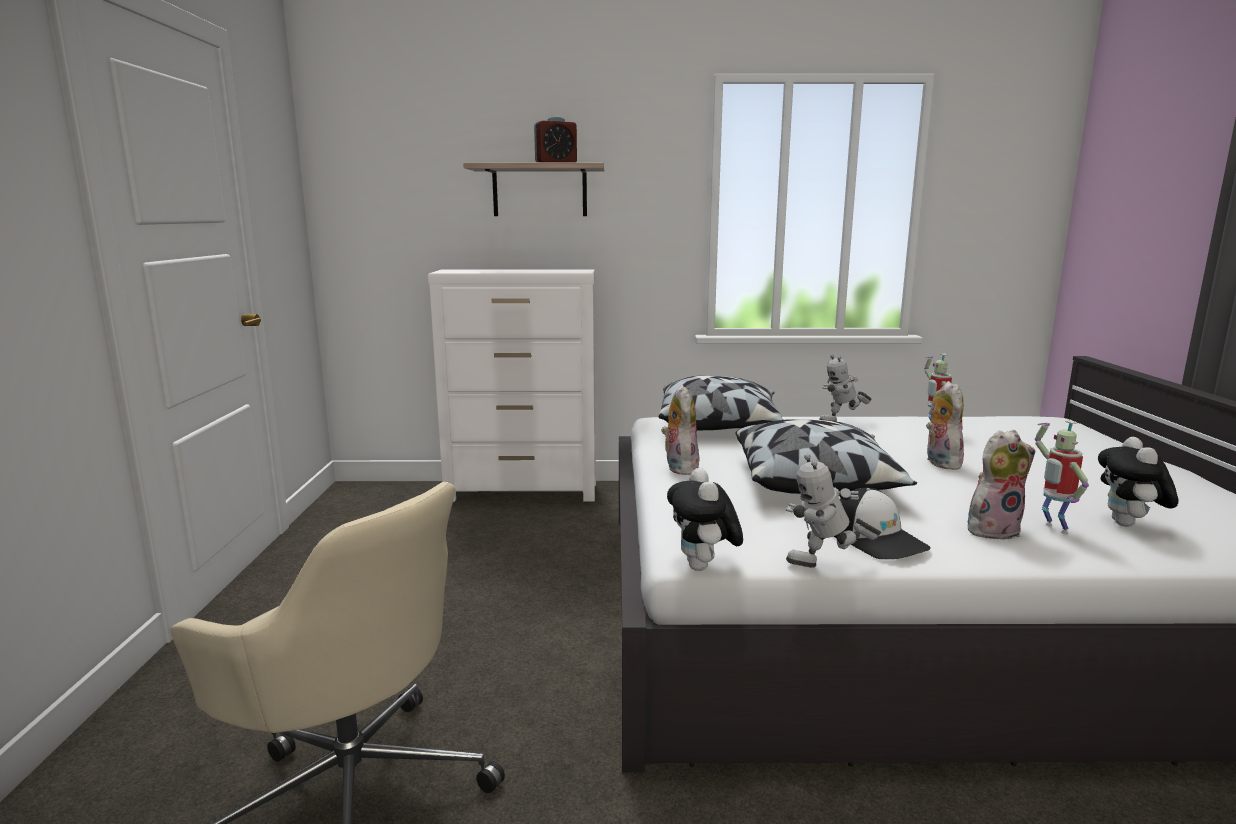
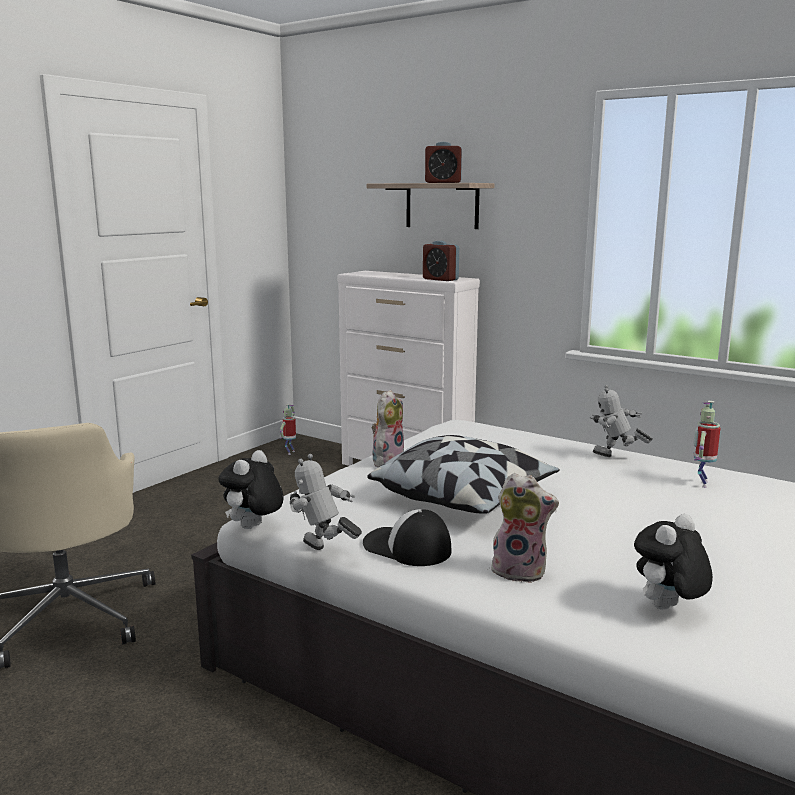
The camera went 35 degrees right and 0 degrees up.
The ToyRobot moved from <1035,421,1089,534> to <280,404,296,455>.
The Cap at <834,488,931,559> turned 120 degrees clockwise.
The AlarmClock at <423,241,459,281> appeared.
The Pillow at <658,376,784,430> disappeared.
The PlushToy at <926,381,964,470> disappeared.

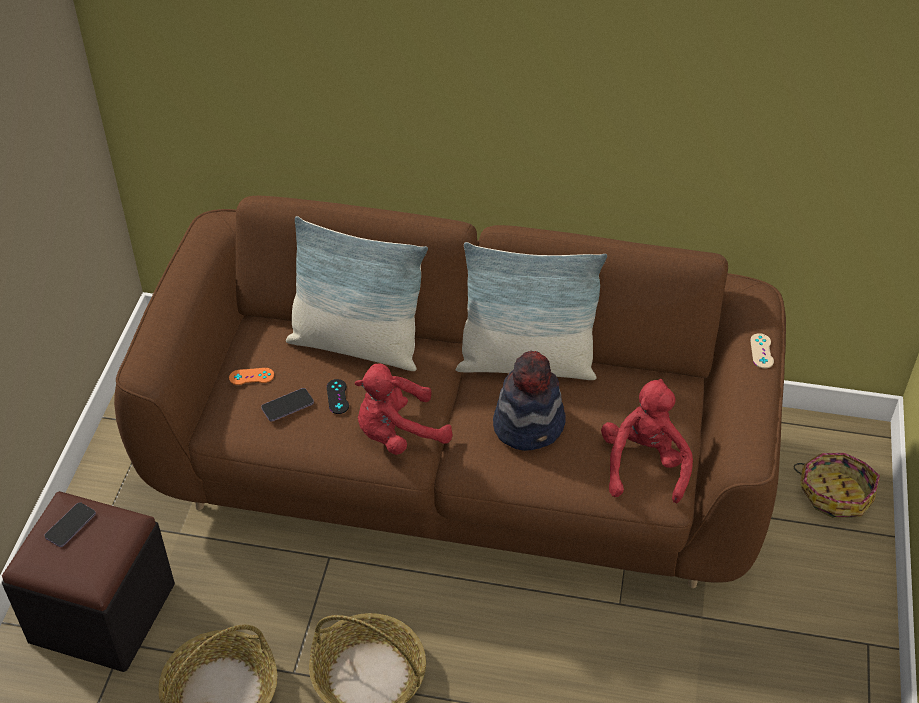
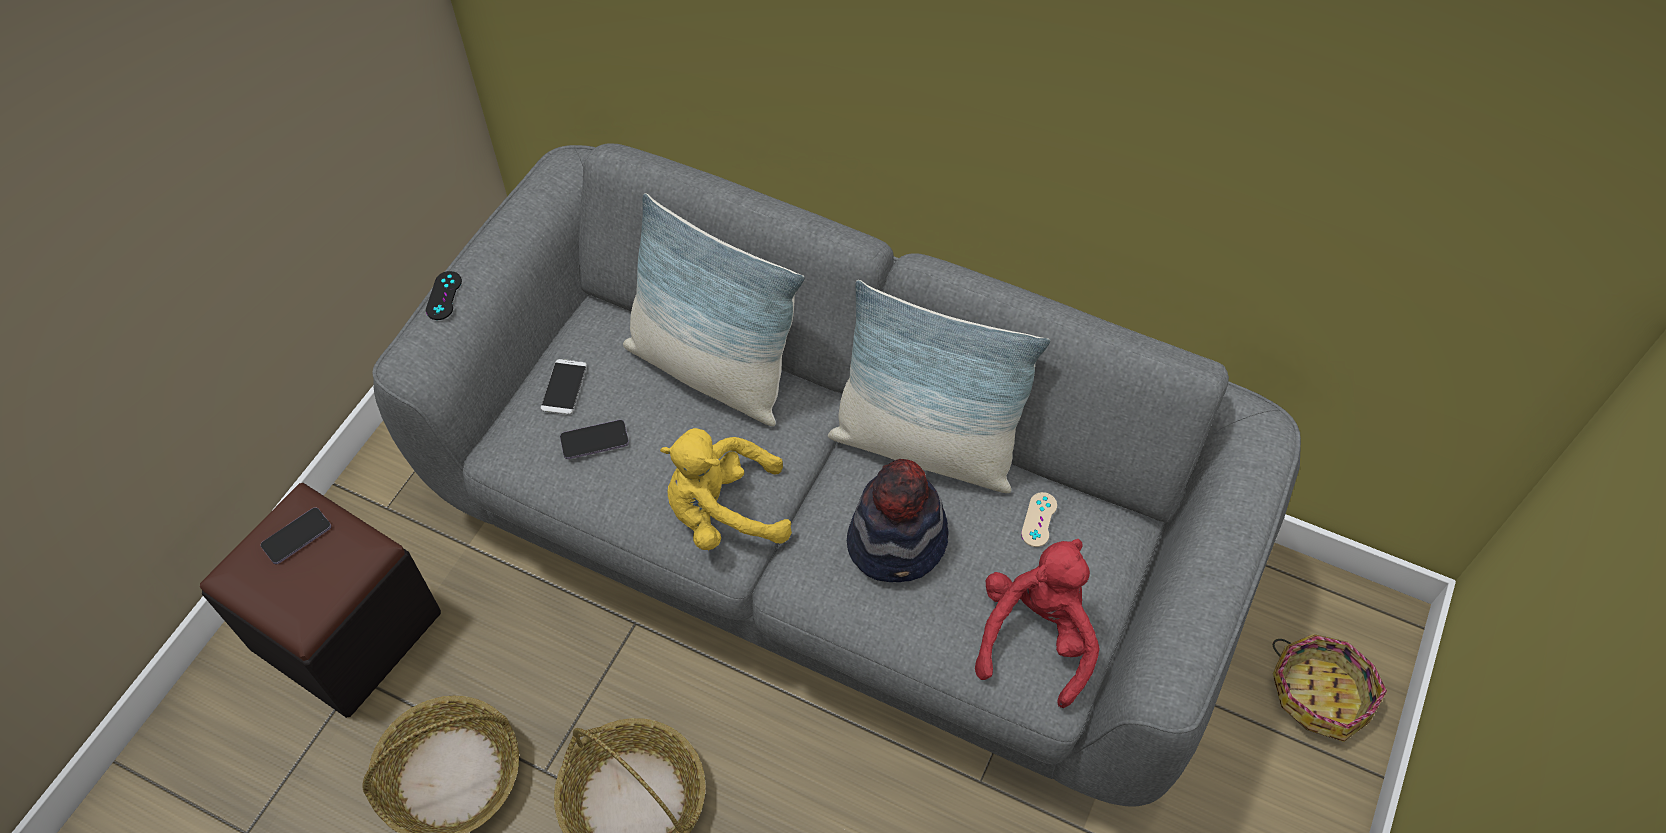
The camera went 15 degrees right and 10 degrees up.
The BrownSofa at <114,196,786,588> became the GreySofa at <373,144,1301,807>.
The BlackGameController moved from <327,379,349,414> to <426,271,462,320>.
The OrangeGameController at <229,368,274,385> was replaced by the Phone at <541,359,587,415>.
The RedPlushToy at <355,364,453,455> became the YellowPlushToy at <660,428,792,550>.
The BeigeGameController moved from <750,333,774,369> to <1021,492,1057,547>.

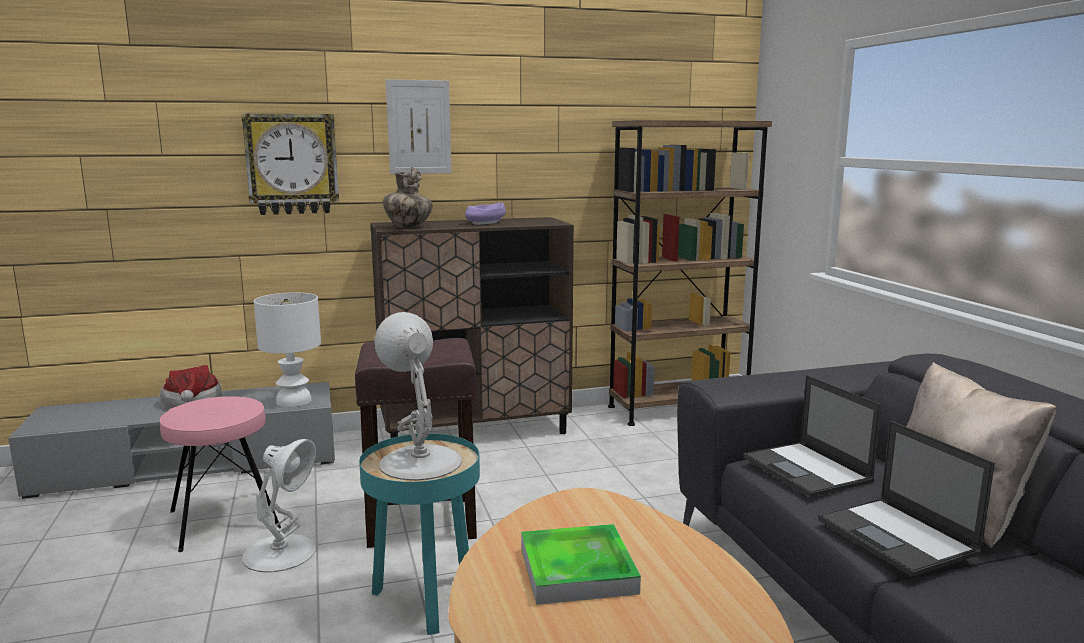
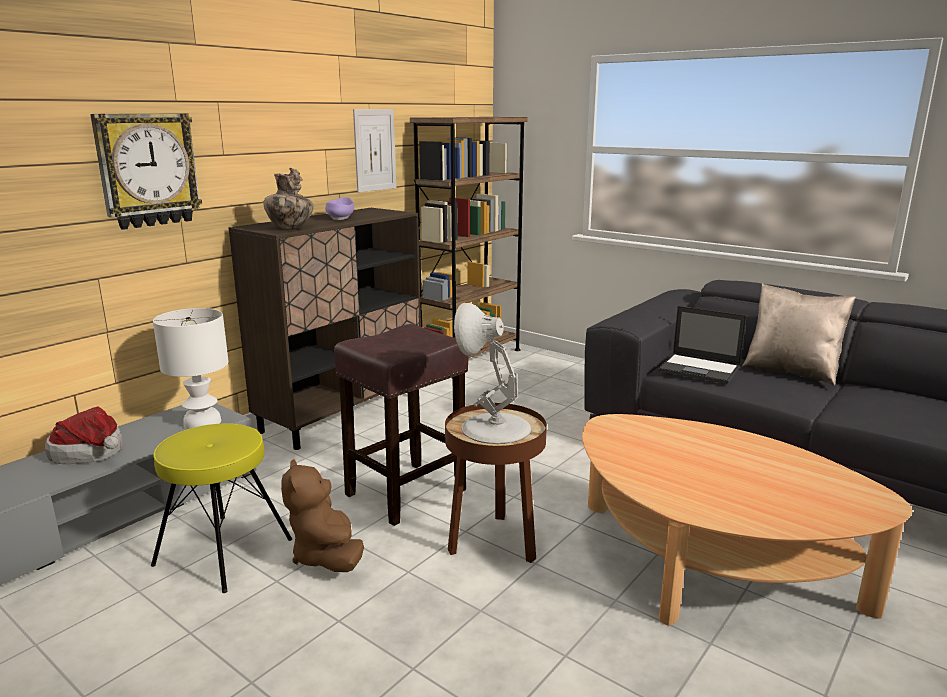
The camera went 35 degrees left and 5 degrees up.
The PinkStool at <160,396,281,552> became the YellowStool at <151,423,292,593>.
The WhiteTableLamp at <242,439,316,572> was replaced by the BrownPlushToy at <281,459,364,572>.
The Picture moved from <386,79,452,174> to <353,109,396,193>.
The TurquoiseSideTable at <359,433,480,635> became the BrownSideTable at <445,403,547,563>.
The Tray at <521,524,641,605> disappeared.
The Laptop at <818,421,995,577> disappeared.

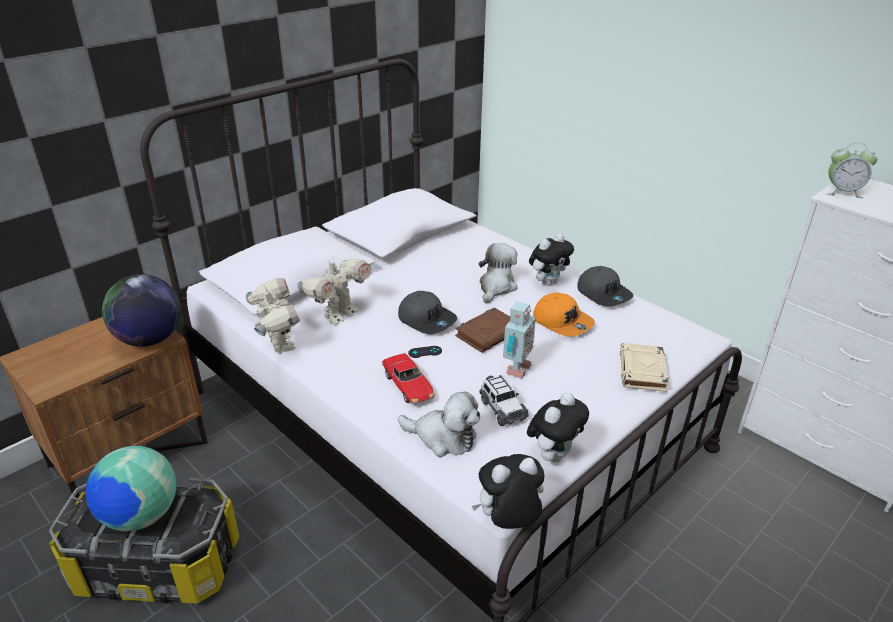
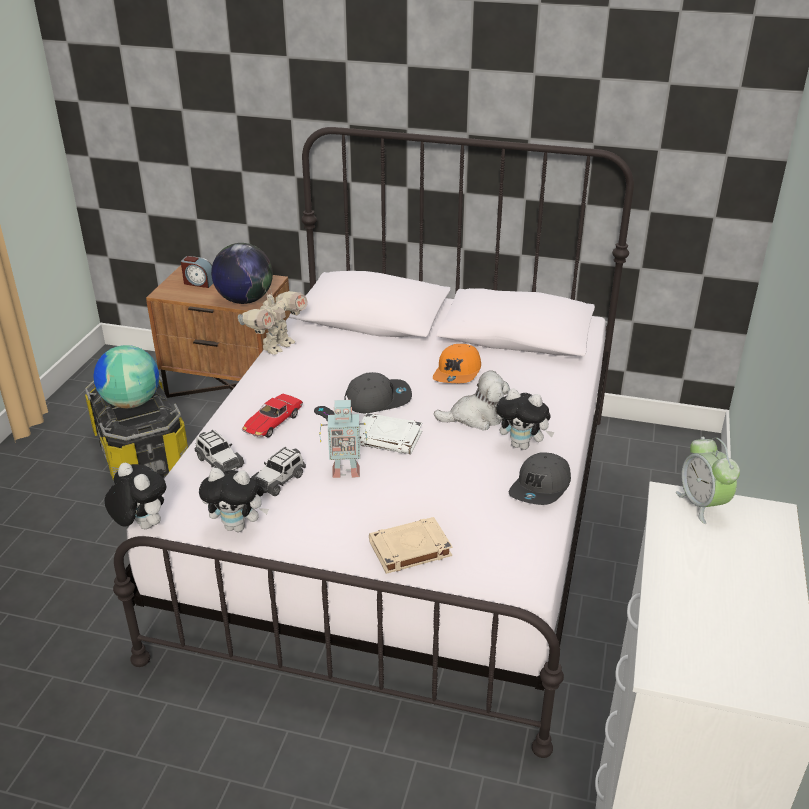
The camera went 60 degrees right and 0 degrees up.
The AlarmClock at <181,256,213,288> appeared.
The PlushToy at <398,391,480,457> was replaced by the ToyCar at <194,430,245,473>.
The GreyCap at <398,291,457,334> turned 120 degrees counterclockwise.
The BrownBook at <455,308,510,353> became the WhiteBook at <359,413,423,454>.
The OrangeCap moved from <533,292,595,337> to <433,344,481,383>.
The ToyRobot at <298,258,372,324> disappeared.

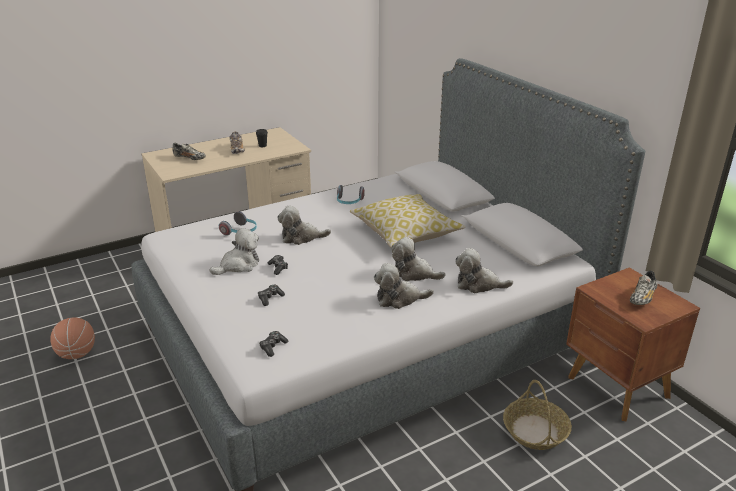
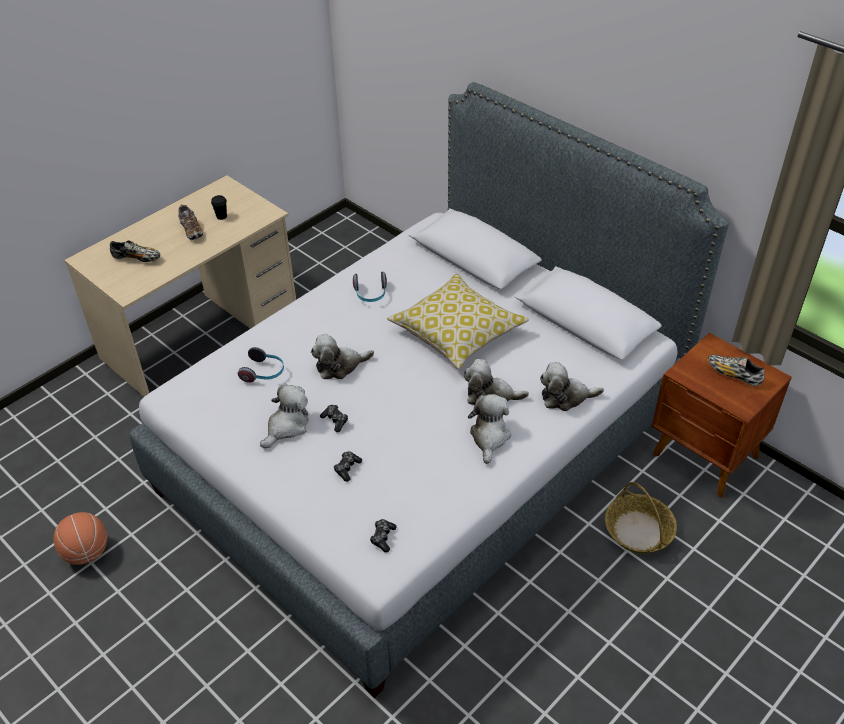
The camera went 15 degrees left and 15 degrees up.
The PlushToy at <374,263,434,309> turned 120 degrees clockwise.
The Shoe at <630,271,658,305> turned 105 degrees clockwise.

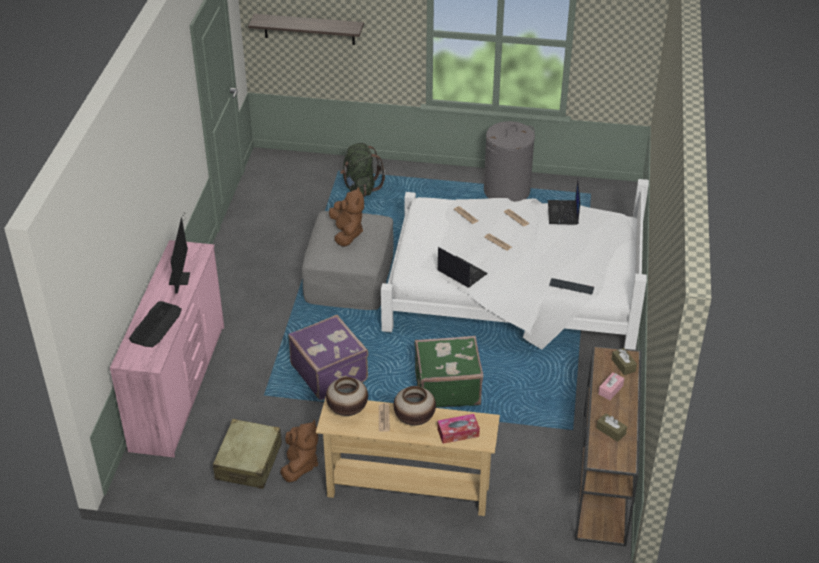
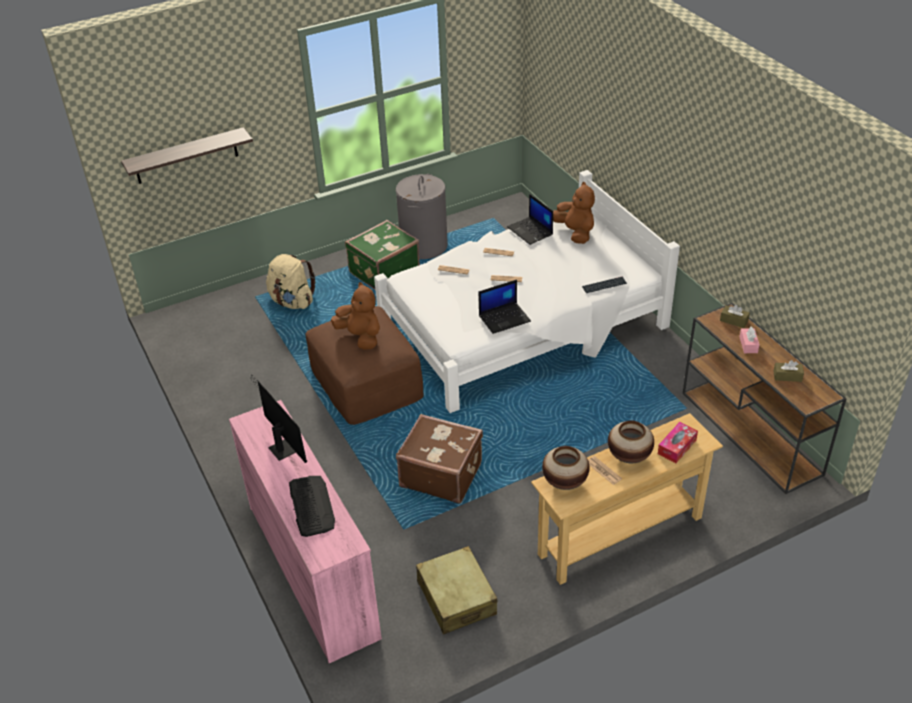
The camera went 35 degrees left and 0 degrees up.
The GreenBackpack at <340,143,385,197> became the BeigeBackpack at <266,254,315,309>.
The GreyOttoman at <302,211,394,310> became the BrownOttoman at <306,306,424,425>.
The GreenSuitcase moved from <415,336,484,408> to <345,220,420,290>.
The PurpleSuitcase at <288,315,368,400> became the BrownSuitcase at <396,414,483,503>.
The Laptop at <437,247,488,288> turned 150 degrees clockwise.
The BrownPlushToy moved from <280,419,318,482> to <553,182,595,244>.

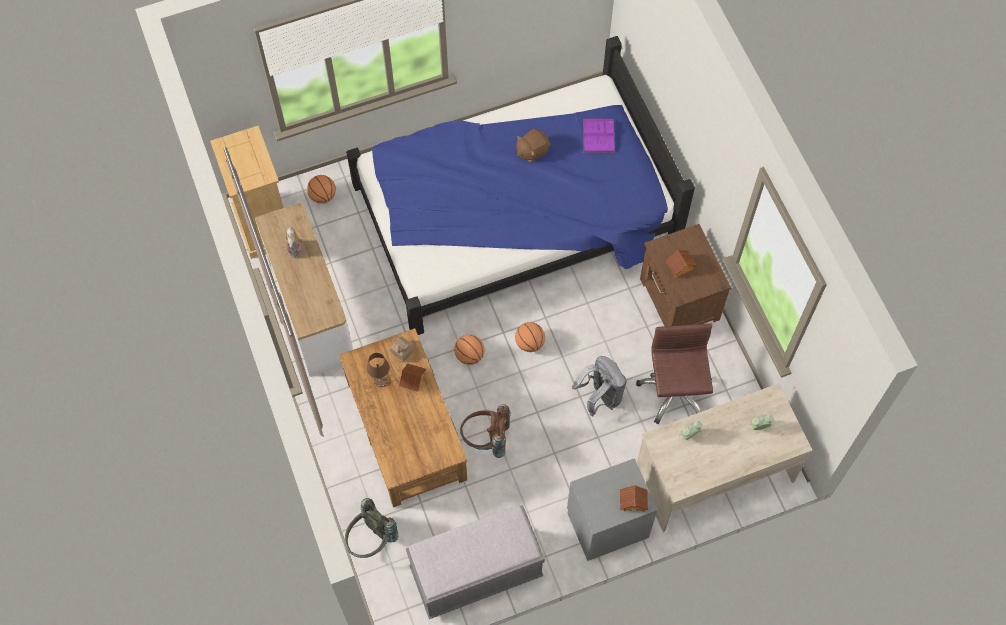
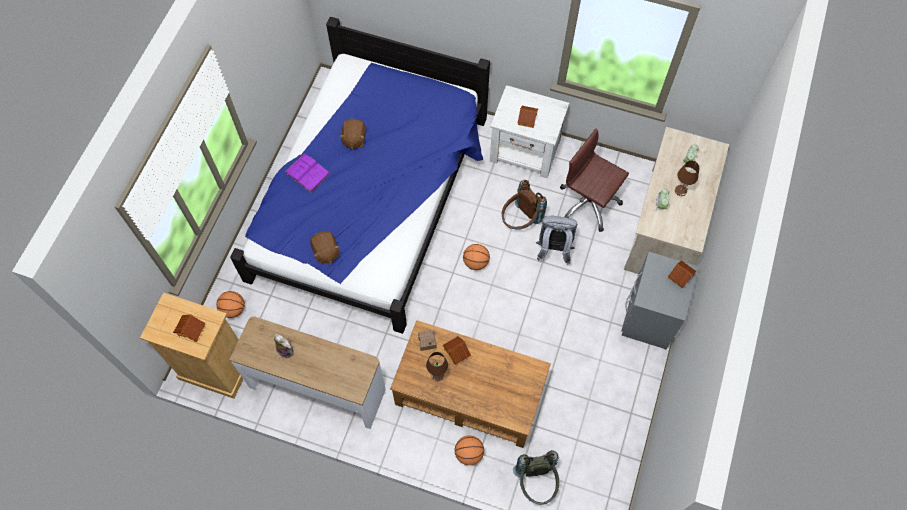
The camera went 50 degrees left and 0 degrees up.
The ToyHouse at <173,314,206,342> appeared.
The PurpleBook moved from <583,119,615,153> to <284,153,331,193>.
The BrownPlushToy at <310,231,339,264> appeared.
The Basketball moved from <454,335,484,365> to <455,436,484,465>.
The BrownNightstand at <640,224,731,326> became the WhiteNightstand at <490,85,569,178>.
The BrownBackpack moved from <460,405,511,458> to <502,180,547,230>.
The BrownTableLamp at <675,161,699,196> appeared.
The GreyBench at <406,505,545,619> disappeared.

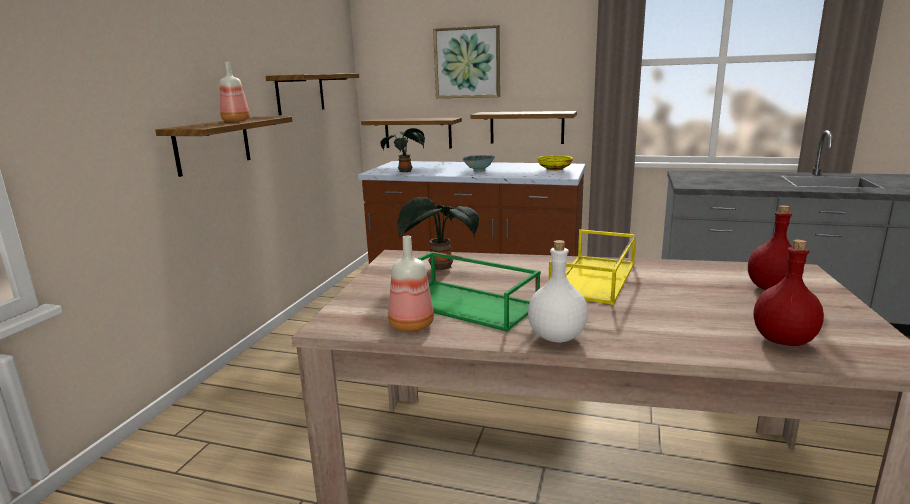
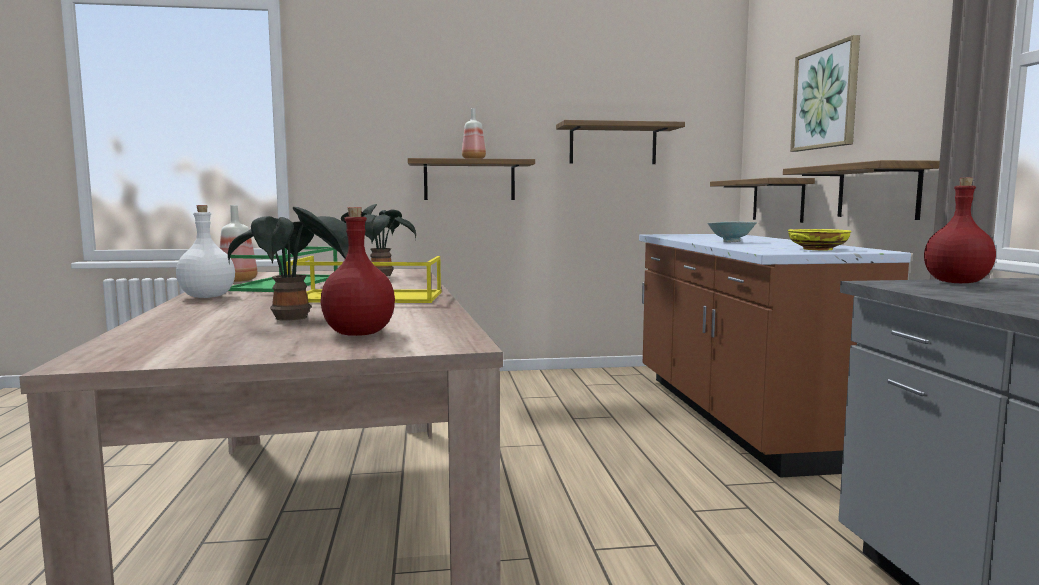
The camera went 65 degrees right and 10 degrees down.
The PottedPlant moved from <380,128,425,172> to <228,207,349,321>.
The RedBottle moved from <754,239,824,346> to <924,178,996,283>.

